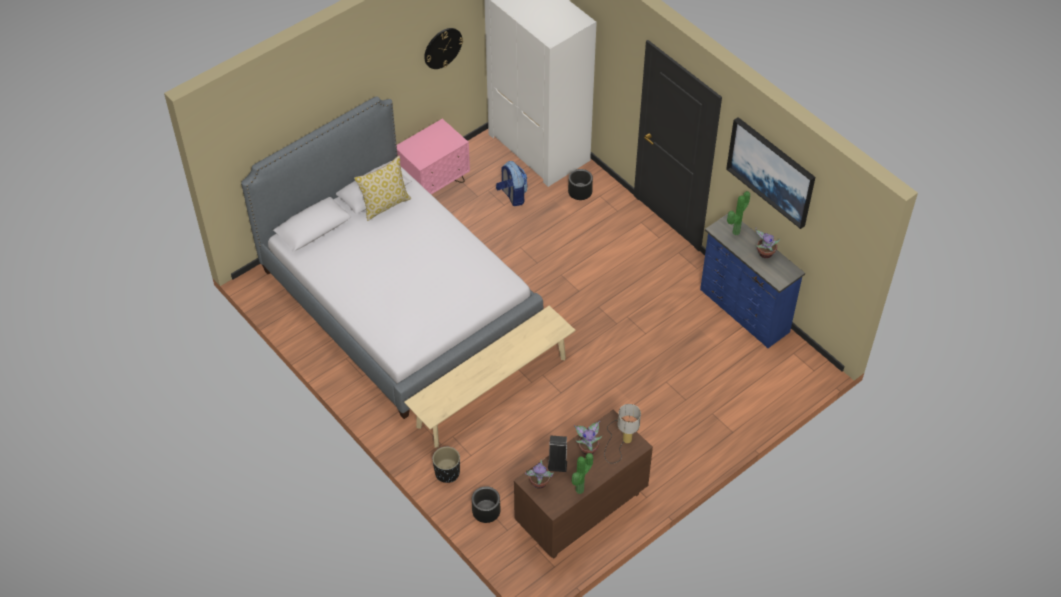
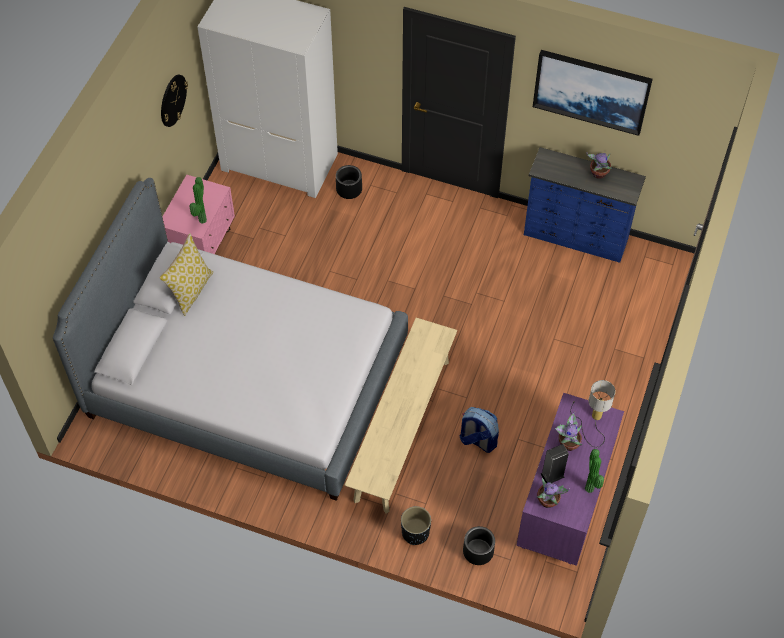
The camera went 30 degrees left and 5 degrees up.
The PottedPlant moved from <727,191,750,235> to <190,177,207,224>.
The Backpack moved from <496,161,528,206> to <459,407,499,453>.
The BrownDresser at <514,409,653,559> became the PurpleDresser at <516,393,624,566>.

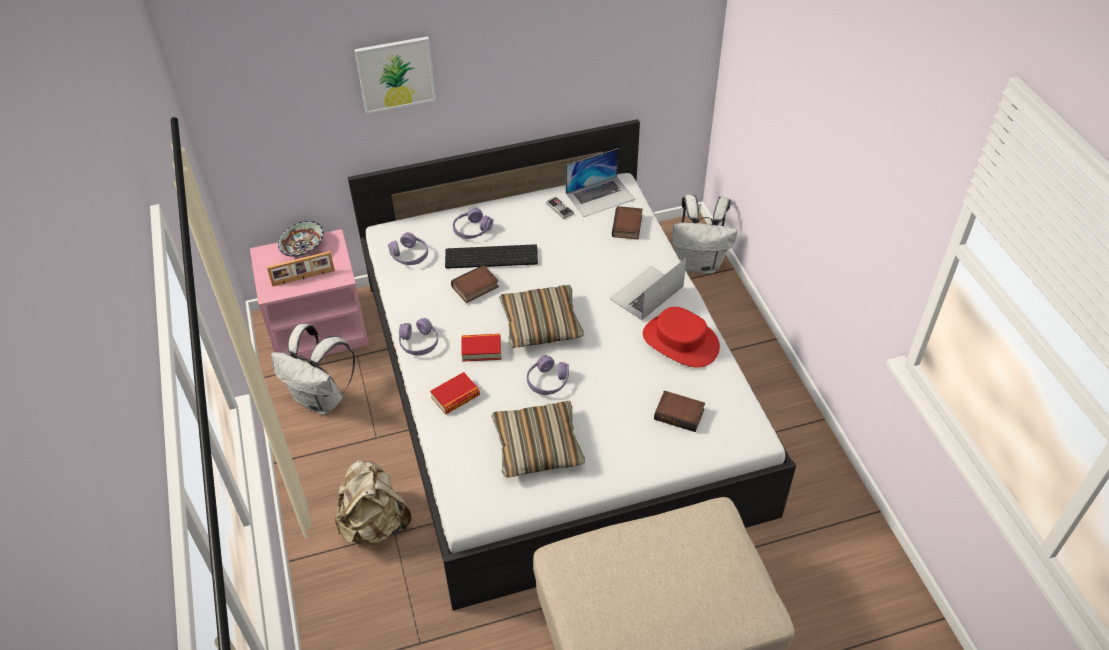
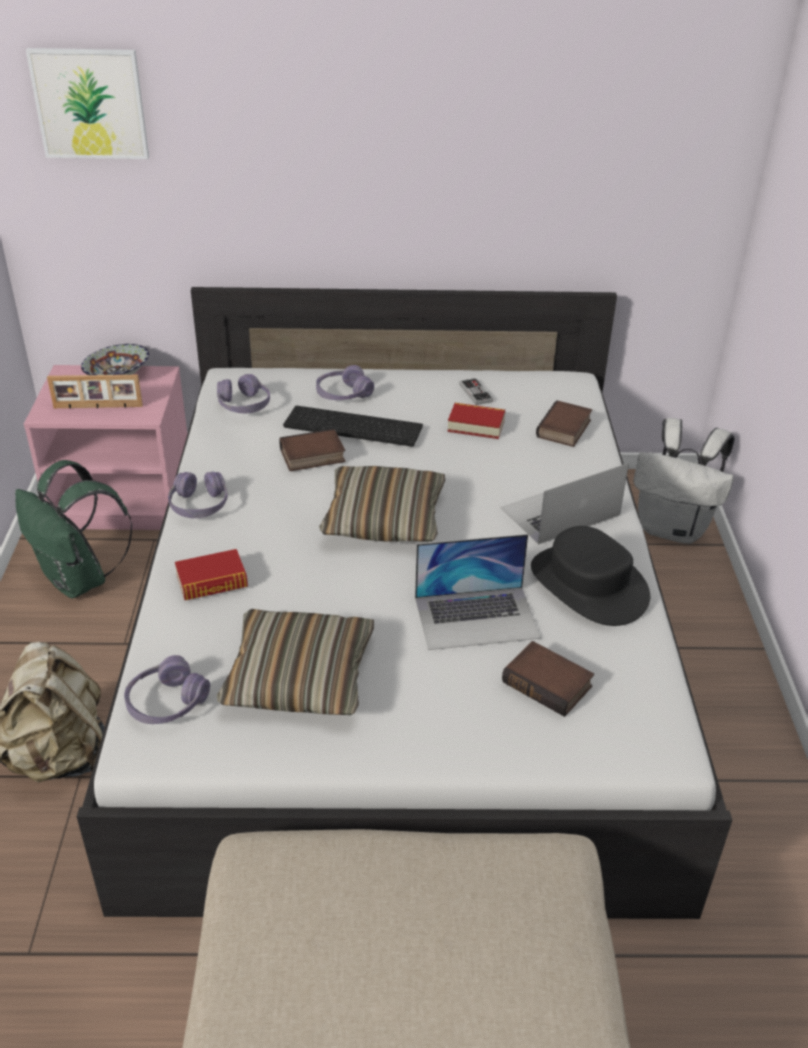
The camera went 15 degrees right and 10 degrees down.
The WhiteBackpack at <271,324,355,415> became the GreenBackpack at <15,460,133,598>.
The Picture moved from <354,36,436,114> to <26,48,149,159>.
The PurpleHeadphones moved from <527,355,569,395> to <124,655,210,724>.
The Laptop moved from <566,148,635,217> to <415,534,541,650>.
The Book moved from <461,334,501,362> to <448,403,505,439>.
The RedHat at <643,307,720,368> became the BlackHat at <531,526,650,626>.

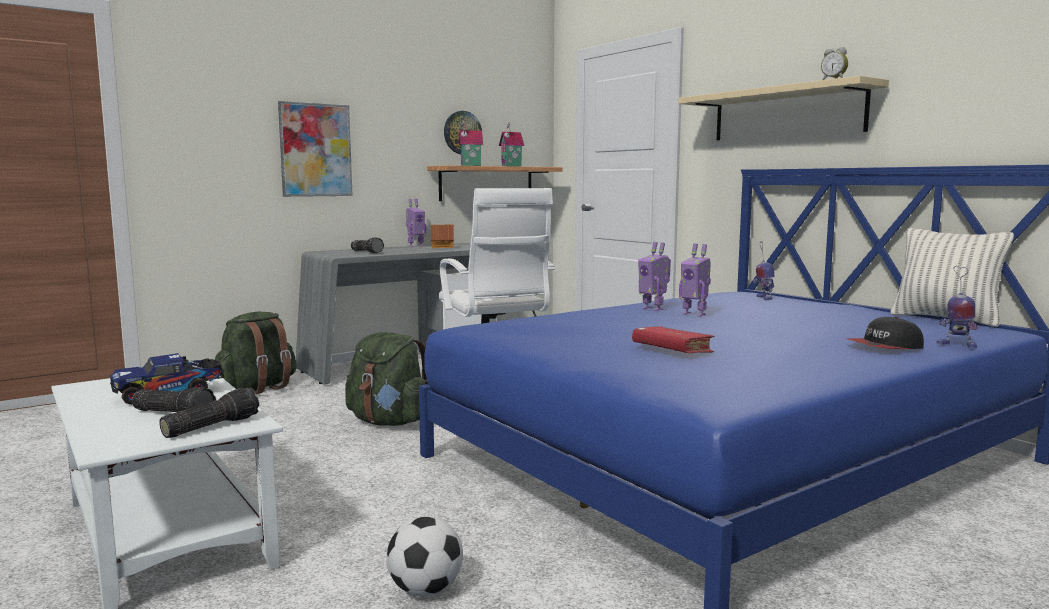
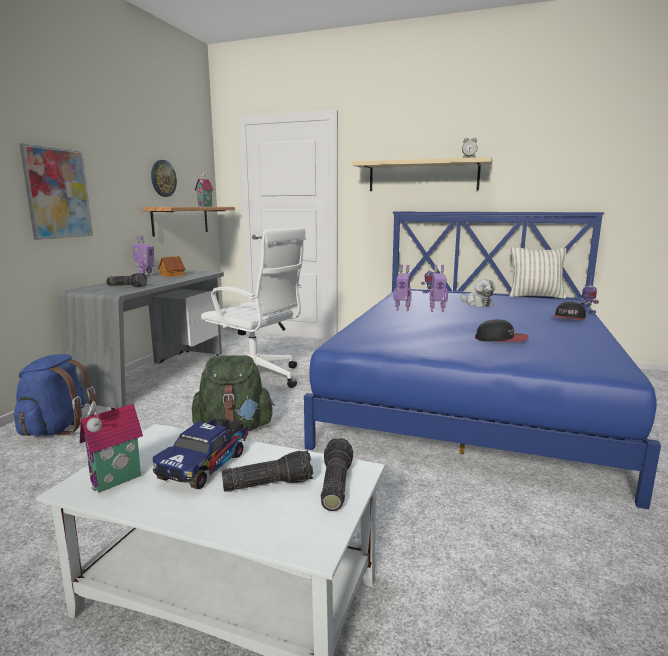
The camera went 35 degrees left and 5 degrees up.
The GreenBackpack at <215,312,297,394> became the BlueBackpack at <14,354,97,436>.
The ToyHouse moved from <459,121,483,166> to <80,400,143,493>.
The PlushToy at <461,279,495,307> appeared.
The RedBook at <632,326,714,353> was replaced by the Cap at <475,319,529,342>.
The Football at <386,516,463,596> disappeared.

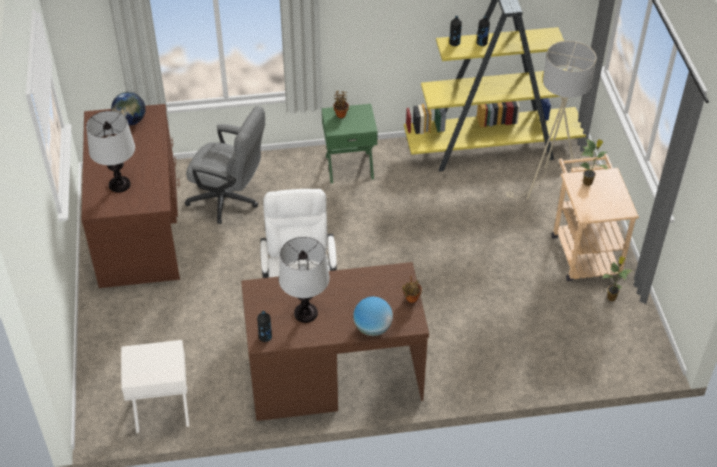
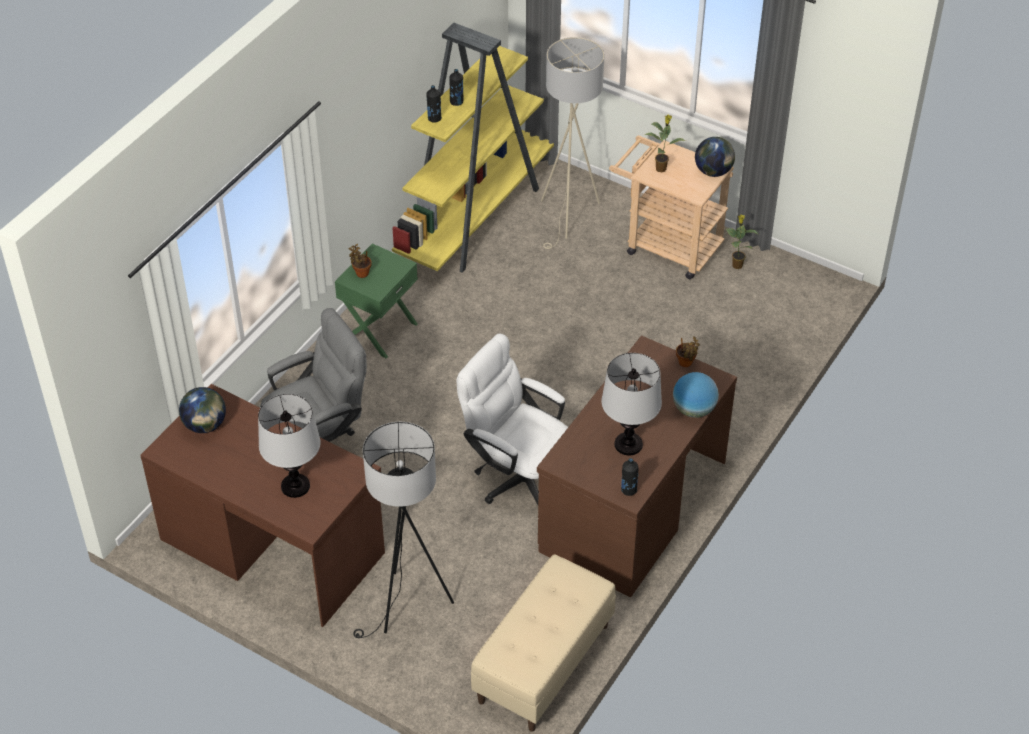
The camera went 50 degrees left and 0 degrees up.
The BlackFloorLamp at <353,422,454,638> appeared.
The WhiteNightstand at <121,340,189,433> was replaced by the BeigeBench at <471,554,616,732>.
The Globe at <695,137,735,177> appeared.

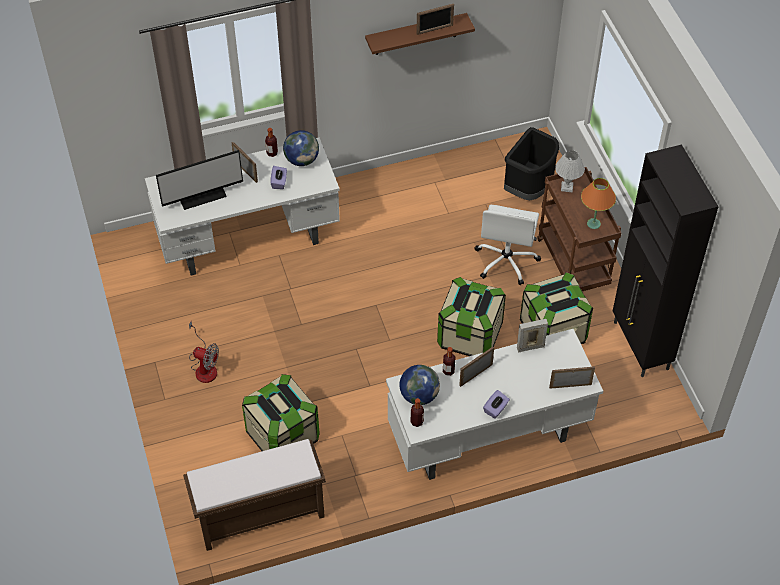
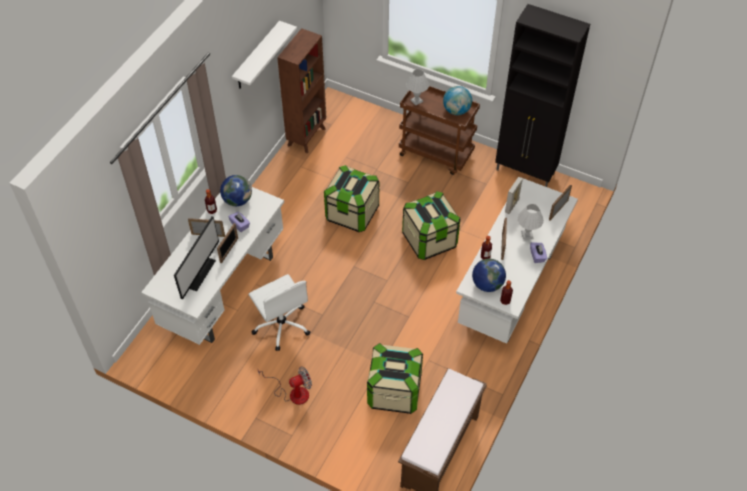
The camera went 45 degrees left and 0 degrees up.
The PictureFrame moved from <416,3,454,35> to <217,223,238,263>.
The BrownShelf at <365,13,475,55> became the WhiteShelf at <232,21,297,89>.
The WhiteOfficeChair moved from <475,205,541,285> to <248,274,310,351>.
The BrownBookcase at <277,28,326,153> appeared.
The StorageBox moved from <520,272,593,344> to <324,165,379,232>.
The OrangeTableLamp at <581,178,616,229> was replaced by the Globe at <443,86,472,115>.
The WhiteTableLamp at <517,204,544,240> appeared.
The BlackTrashCan at <504,127,559,200> disappeared.

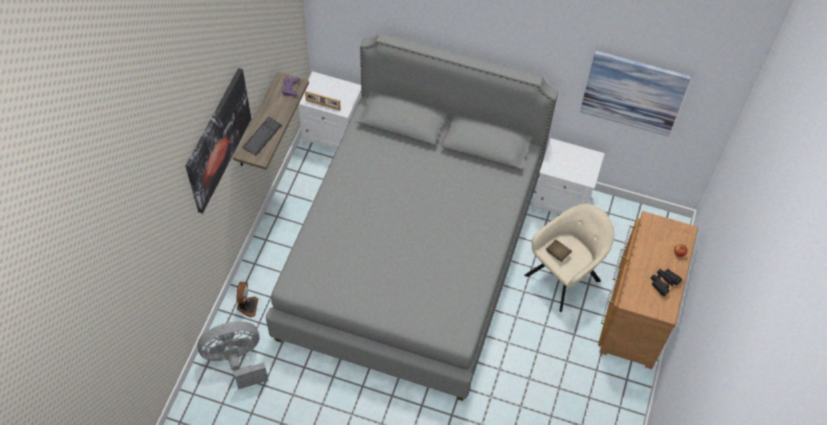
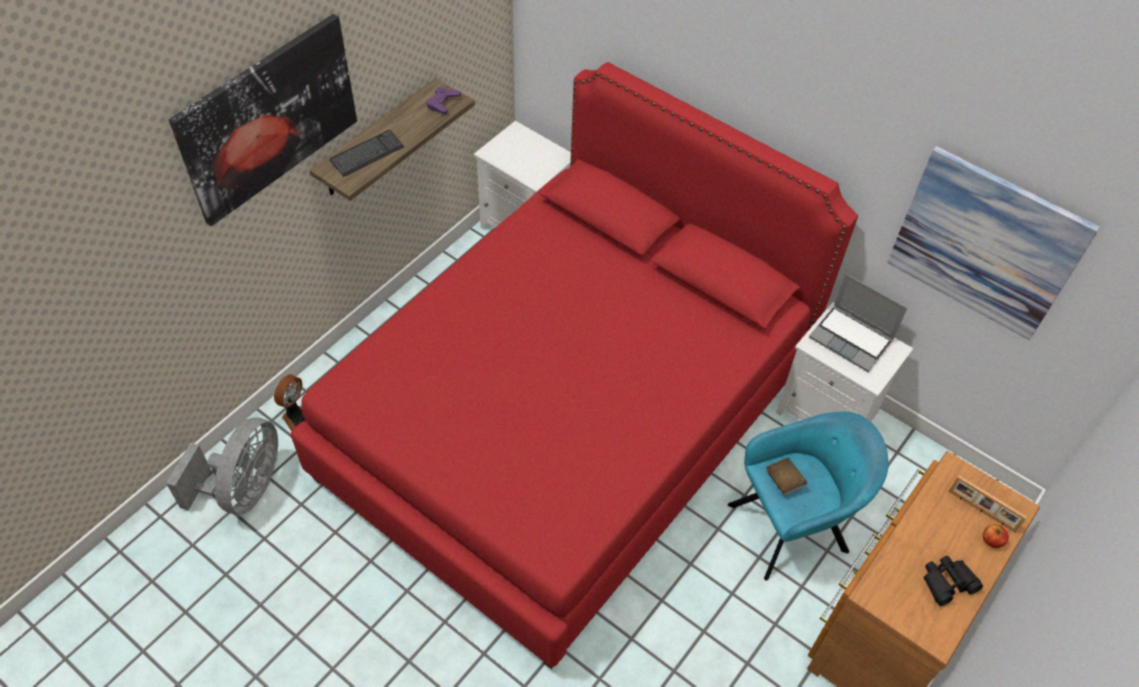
The camera went 20 degrees right and 5 degrees down.
The GreyFan at <197,321,269,389> turned 105 degrees clockwise.
The GreyBed at <266,33,558,401> became the RedBed at <291,62,858,669>.
The BeigeArmchair at <524,204,614,312> became the TurquoiseArmchair at <728,411,889,580>.
The Laptop at <809,274,907,372> appeared.
The PictureFrame moved from <305,91,341,110> to <948,475,1027,532>.

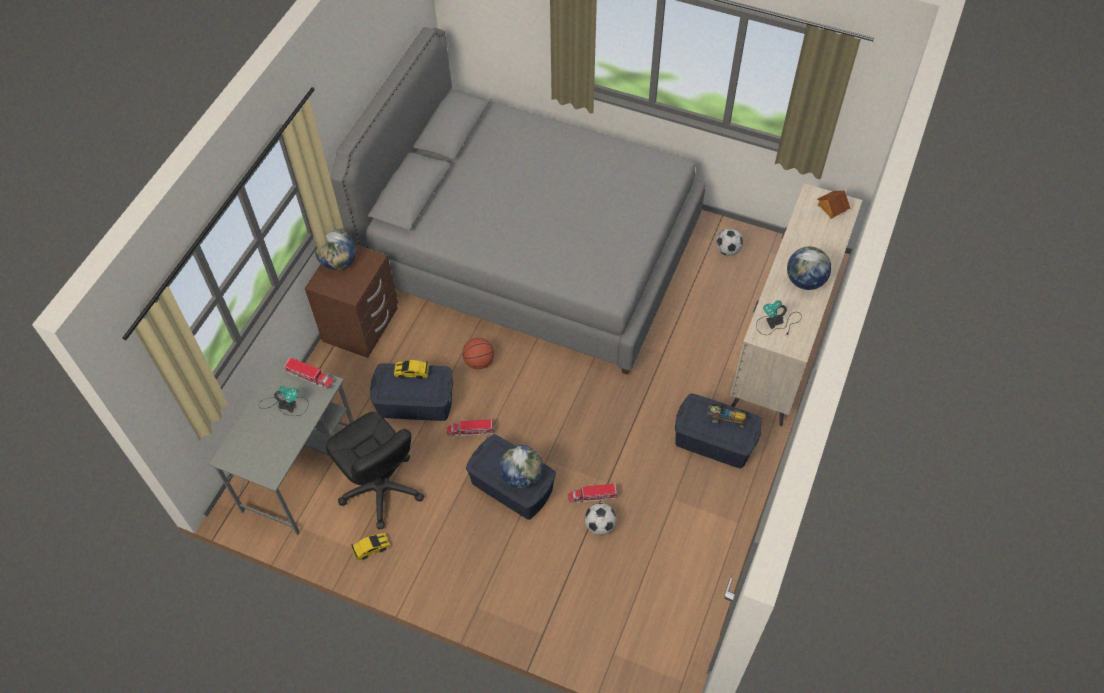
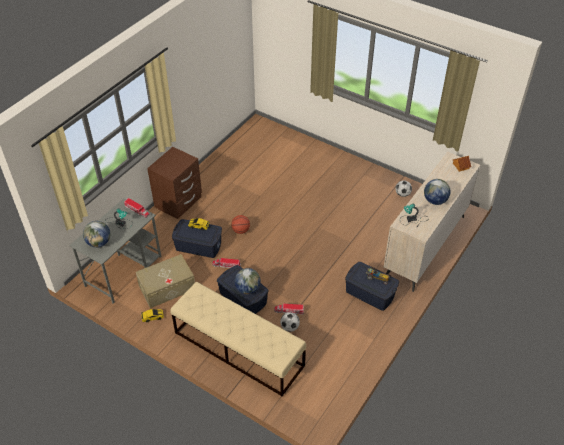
The camera went 10 degrees right and 10 degrees down.
The Globe moved from <315,229,356,270> to <83,221,110,248>.
The BlackOfficeChair at <326,412,424,529> was replaced by the BeigeStorageBox at <136,254,195,308>.
The BeigeBench at <170,282,306,396> appeared.
The GreyBed at <330,27,706,375> disappeared.

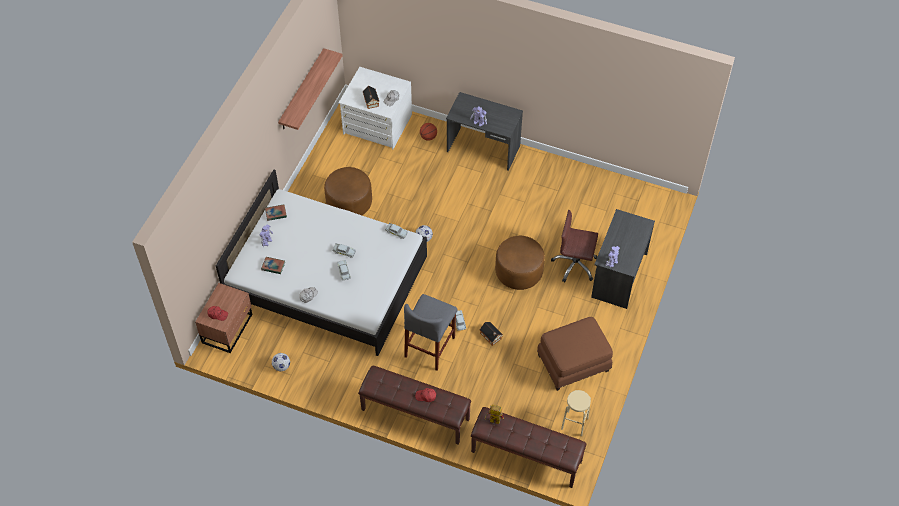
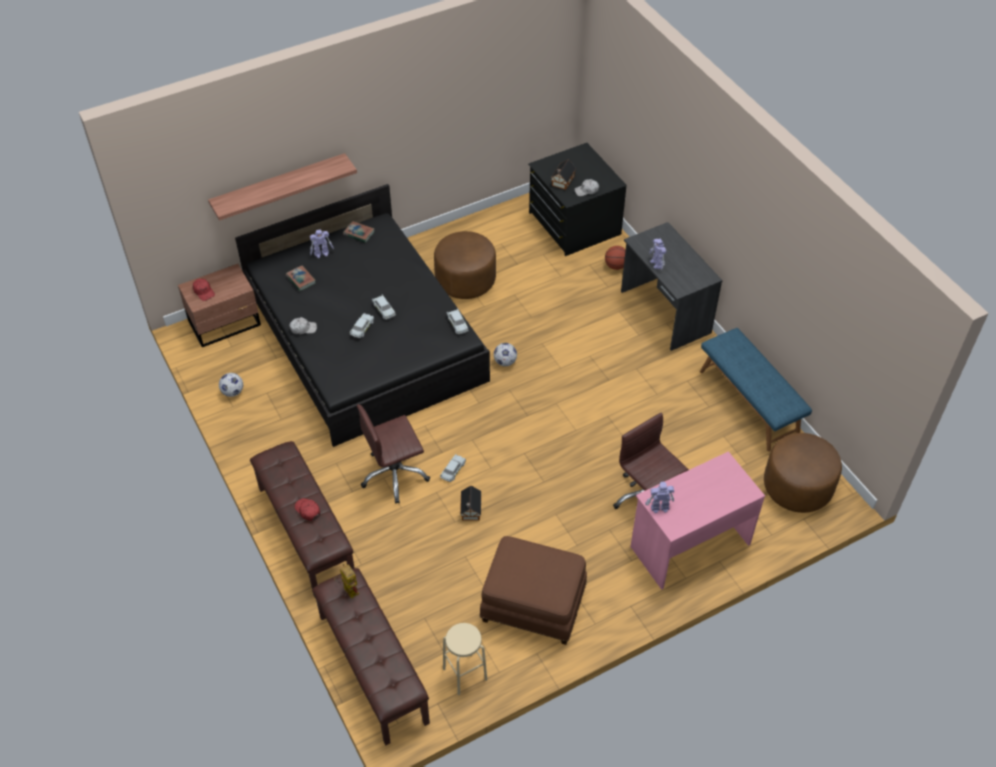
The camera went 40 degrees right and 5 degrees down.
The Shelf moved from <278,48,343,130> to <208,153,357,221>.
The WhiteBed at <216,170,427,356> became the BlackBed at <235,184,490,447>.
The GreyStool at <404,294,458,371> was replaced by the BrownOfficeChair at <357,404,430,504>.
The WhiteDresser at <339,67,412,149> became the BlackDresser at <528,143,627,256>.
The GreyDesk at <591,209,655,309> became the PinkDesk at <630,451,765,590>.
The BlueBench at <700,328,812,452> appeared.
The BrownOttoman moved from <495,236,545,290> to <764,433,842,513>.

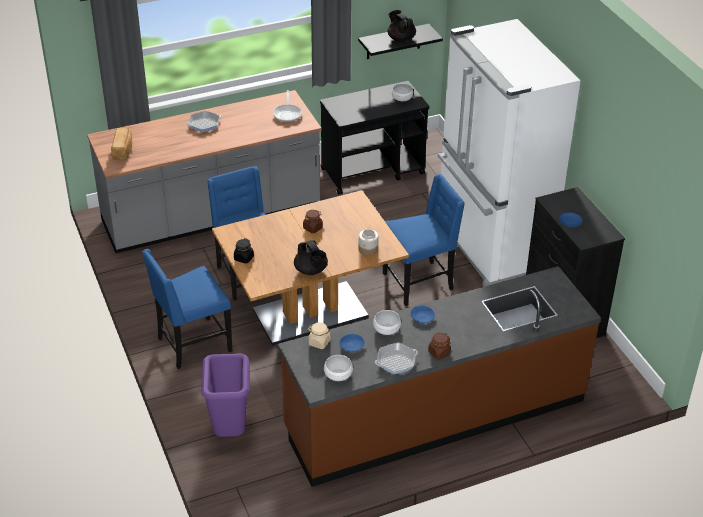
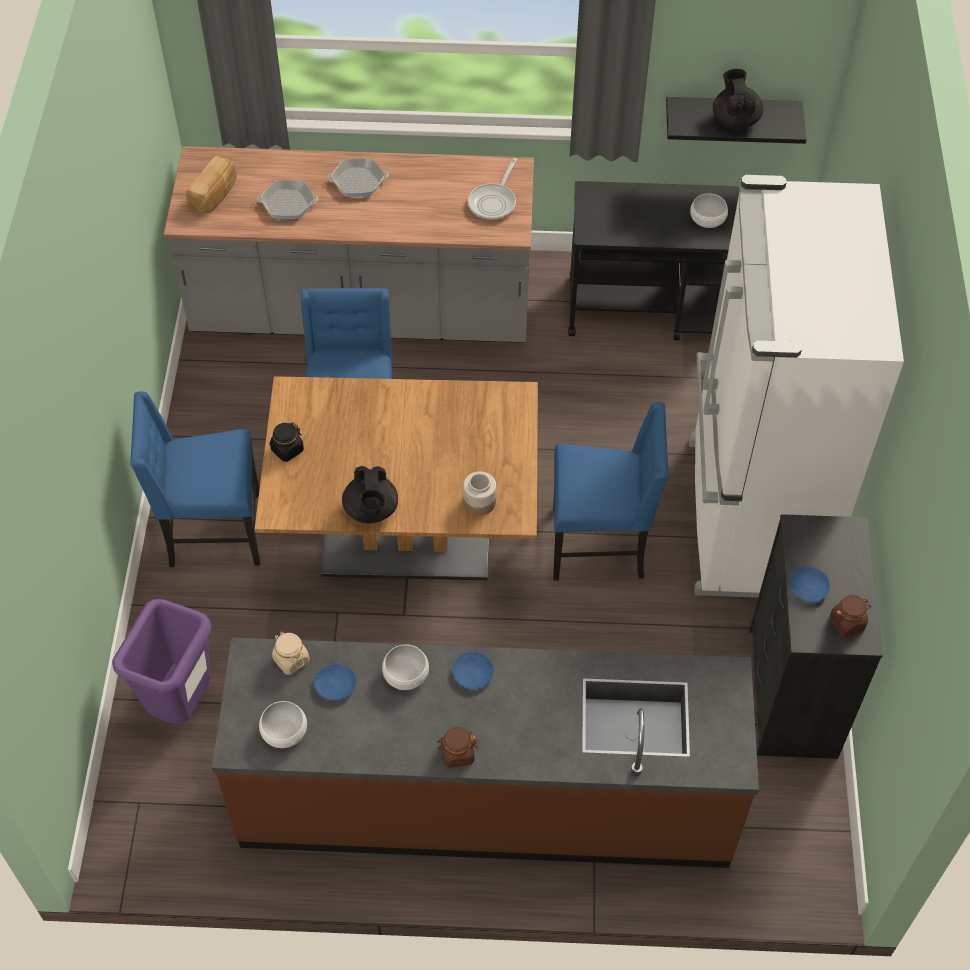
The camera went 25 degrees right and 15 degrees up.
The FryingPan moved from <375,343,418,374> to <257,180,318,219>.
The BrownJar moved from <303,210,323,233> to <830,595,871,637>.

